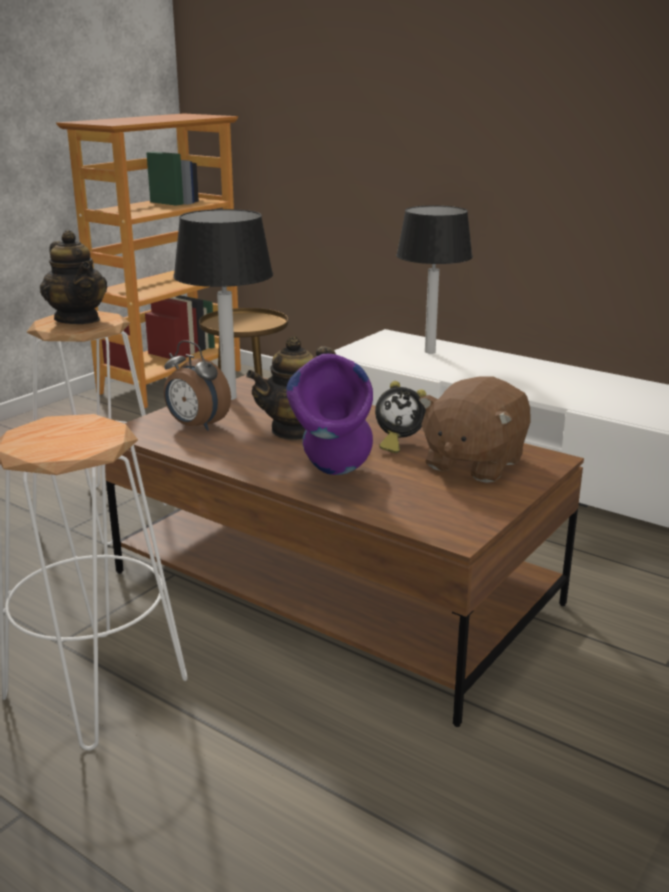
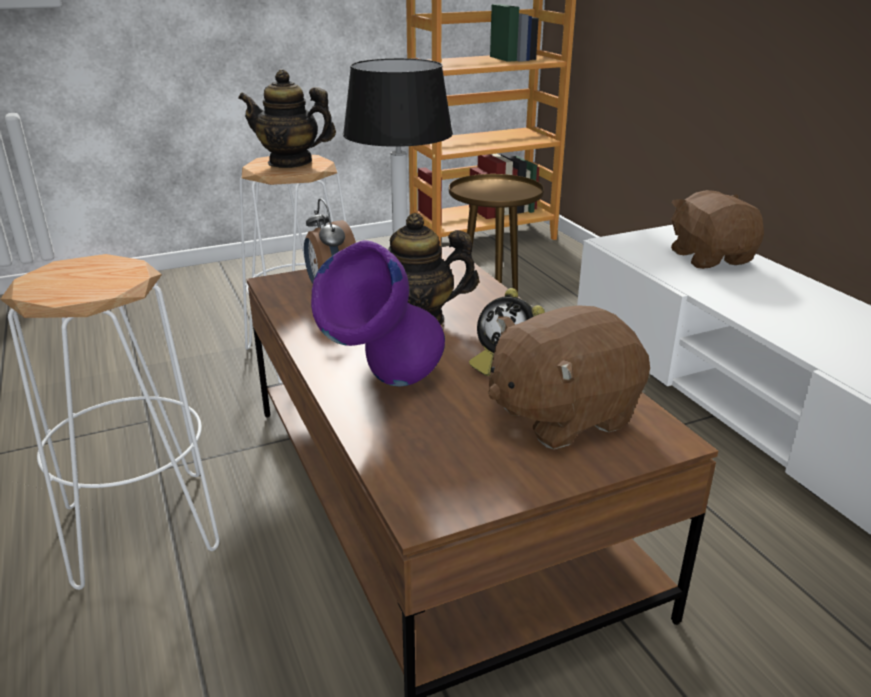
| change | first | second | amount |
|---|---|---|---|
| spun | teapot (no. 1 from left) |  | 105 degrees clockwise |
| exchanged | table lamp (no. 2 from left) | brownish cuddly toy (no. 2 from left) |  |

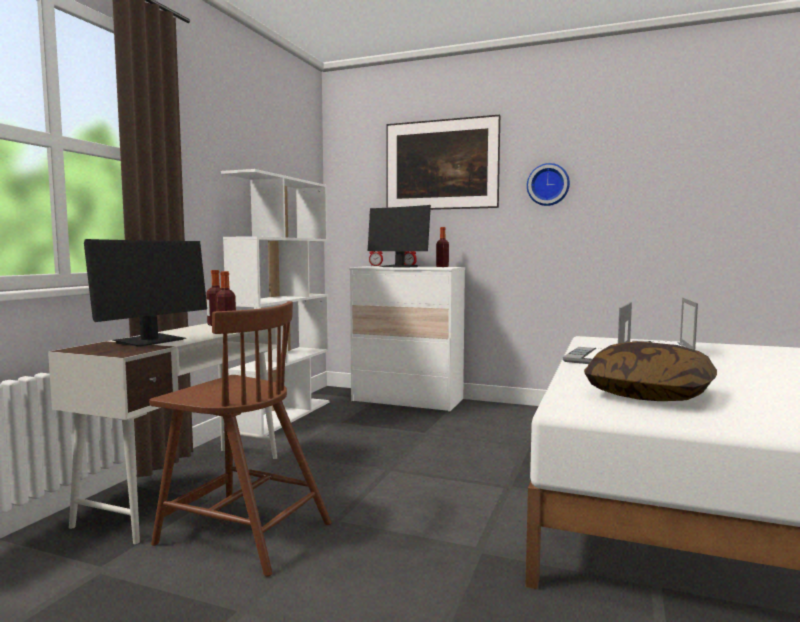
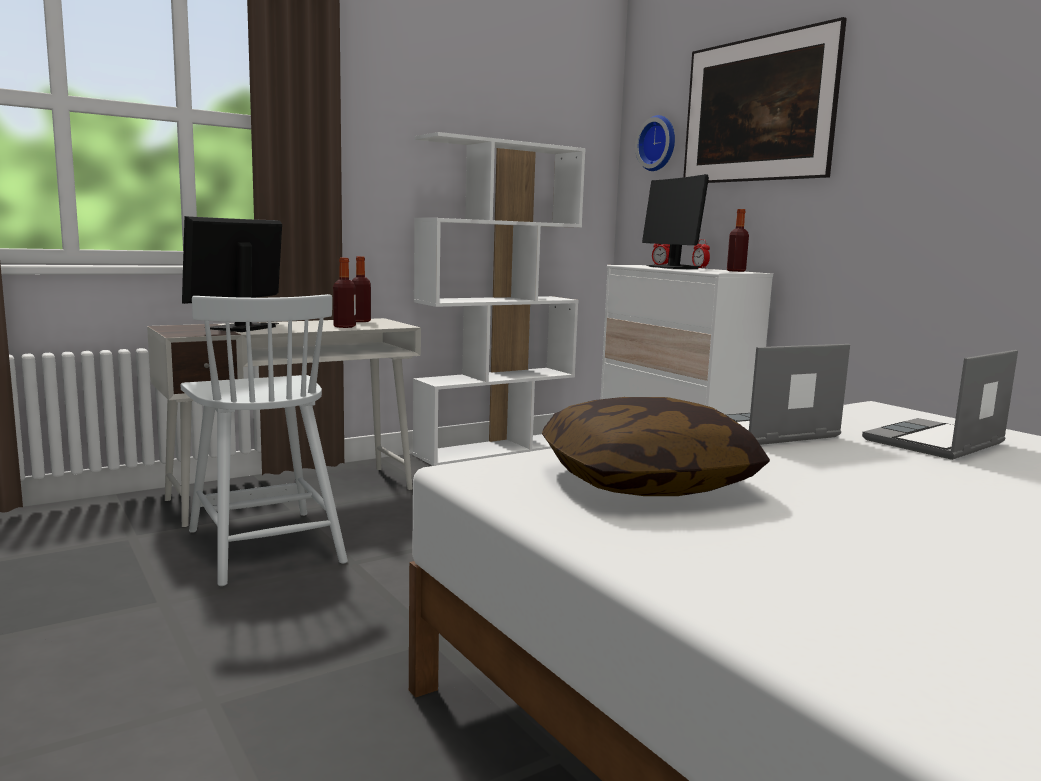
| change | first | second | amount |
|---|---|---|---|
| colour | brownish upright chair | whitish upright chair |  |
| spun | computer screen (no. 1 from left) |  | 135 degrees clockwise |
| relocated | wall clock |  |  |

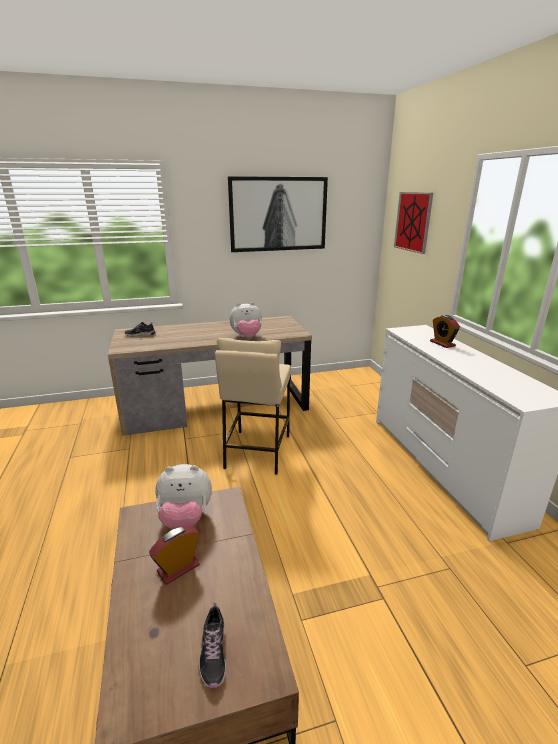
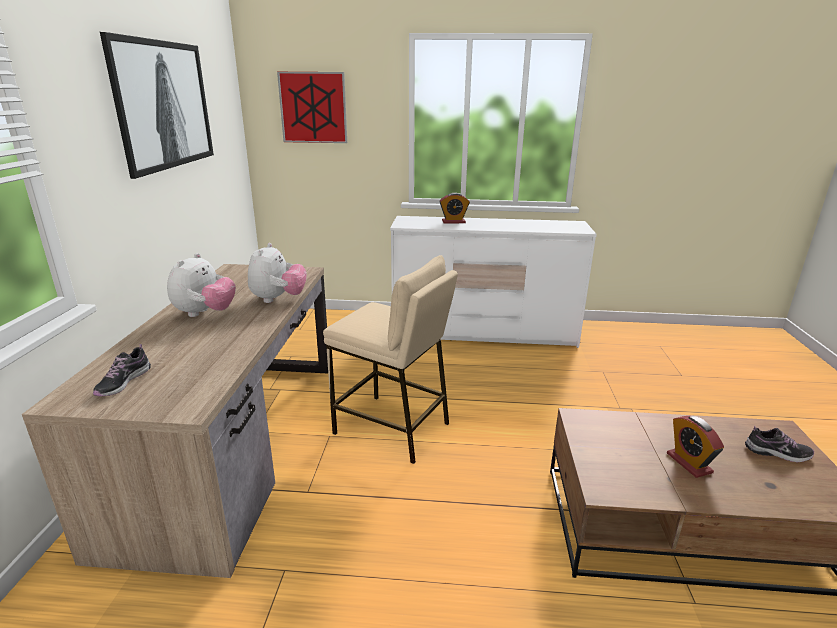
| change | first | second | amount |
|---|---|---|---|
| relocated | cuddly toy (no. 1 from left) |  |  |

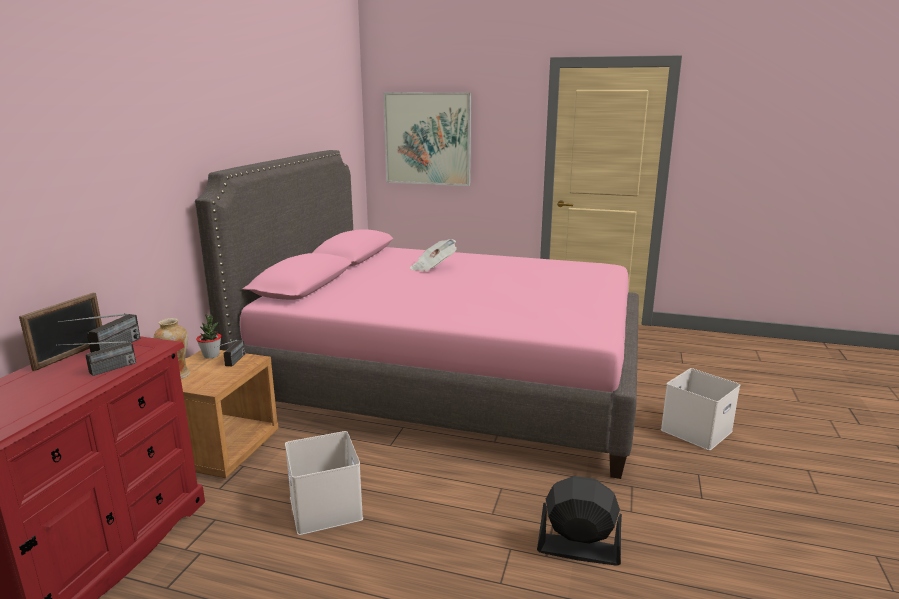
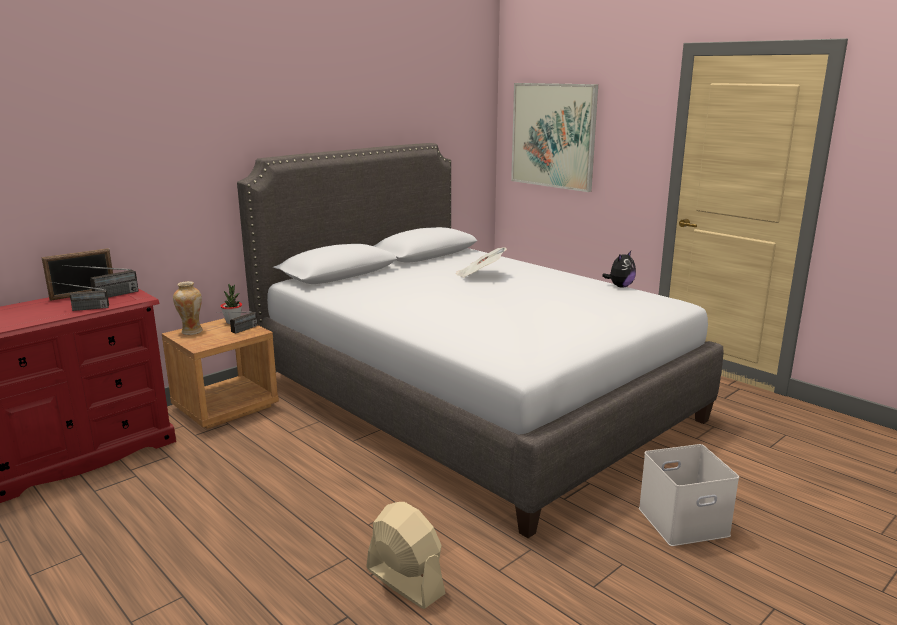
| change | first | second | amount |
|---|---|---|---|
| colour | pink-coloured bed | greyish bed |  |
| colour | black-coloured electric fan | beige electric fan |  |
| appeared |  | cuddly toy |  |
| missing | whitish storage box (no. 1 from left) |  |  |

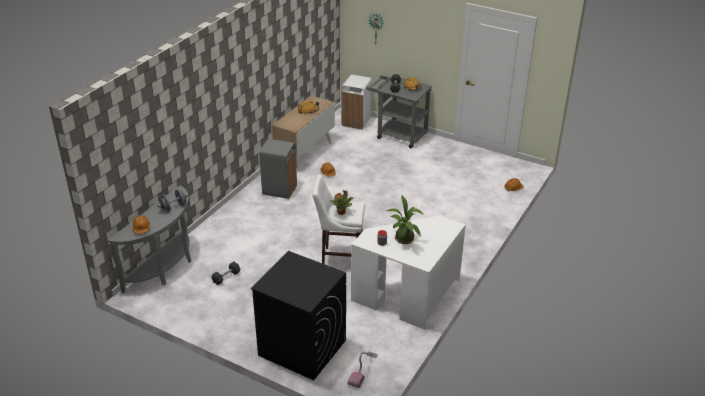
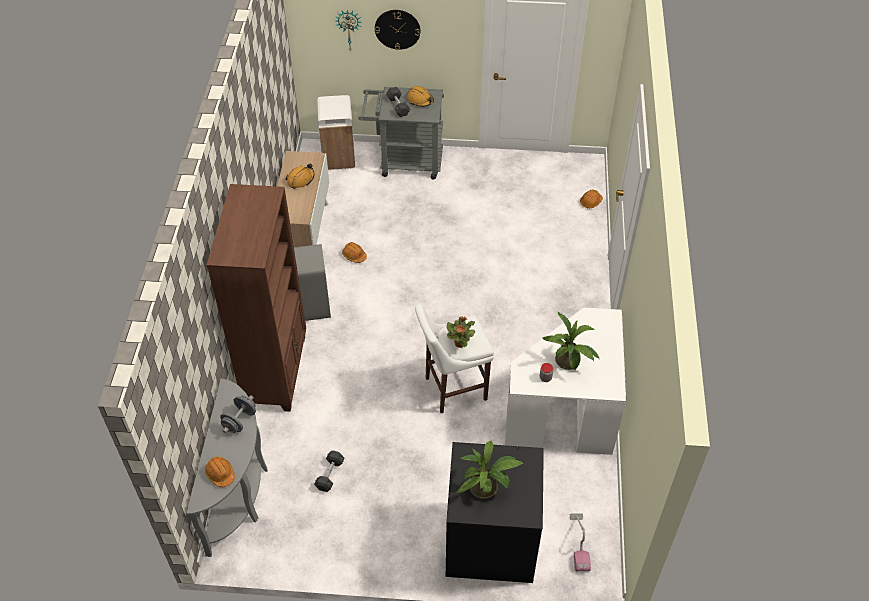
| change | first | second | amount |
|---|---|---|---|
| appeared |  | brownish bookcase |  |
| appeared |  | wall clock (no. 2 from left) |  |
| appeared |  | potted plant (no. 2 from left) |  |

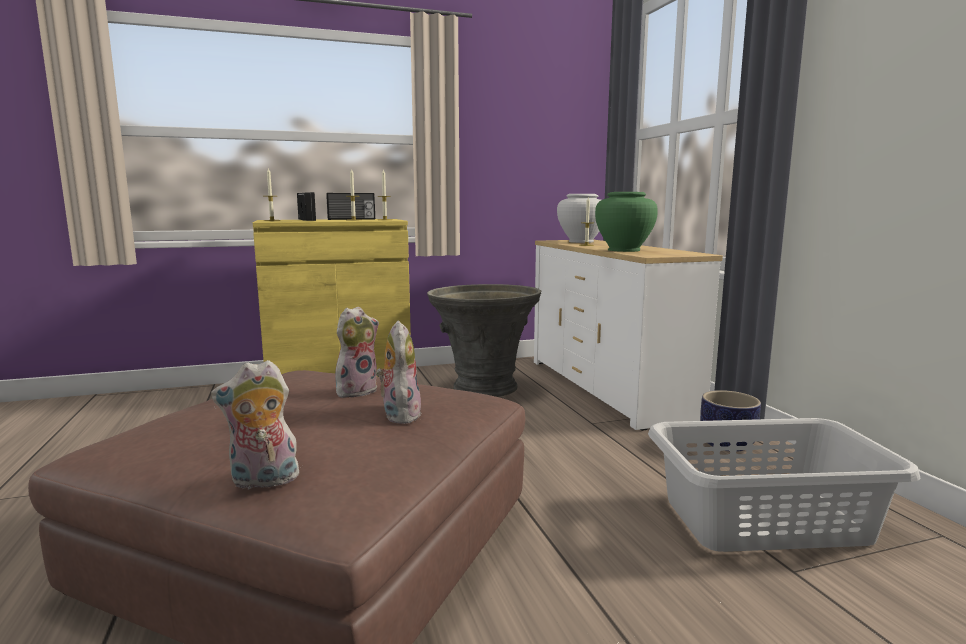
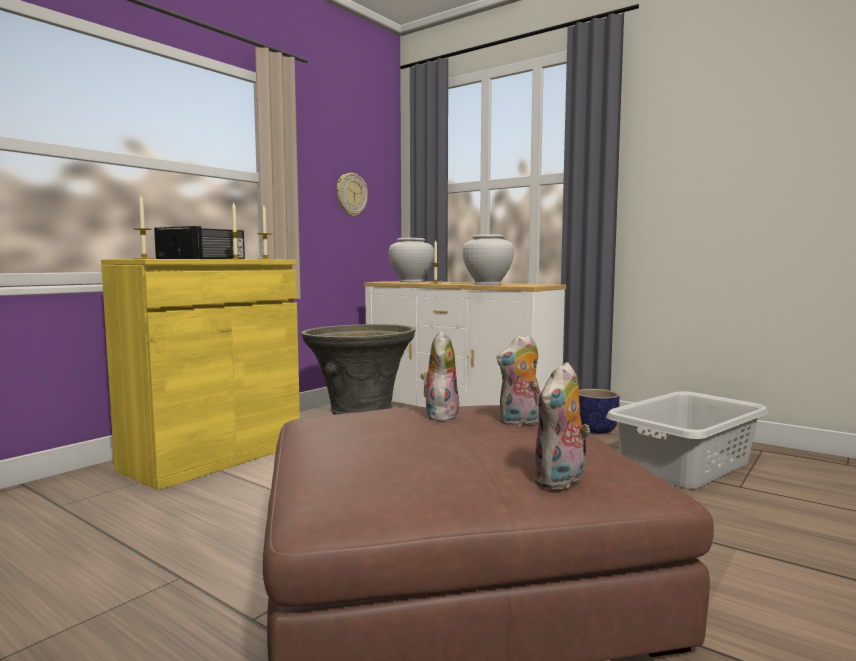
| change | first | second | amount |
|---|---|---|---|
| appeared |  | wall clock |  |
| colour | greenish flower vase | whitish flower vase (no. 2 from left) |  |
| spun | cuddly toy (no. 3 from left in the first image) | cuddly toy (no. 2 from left) | 75 degrees counterclockwise |

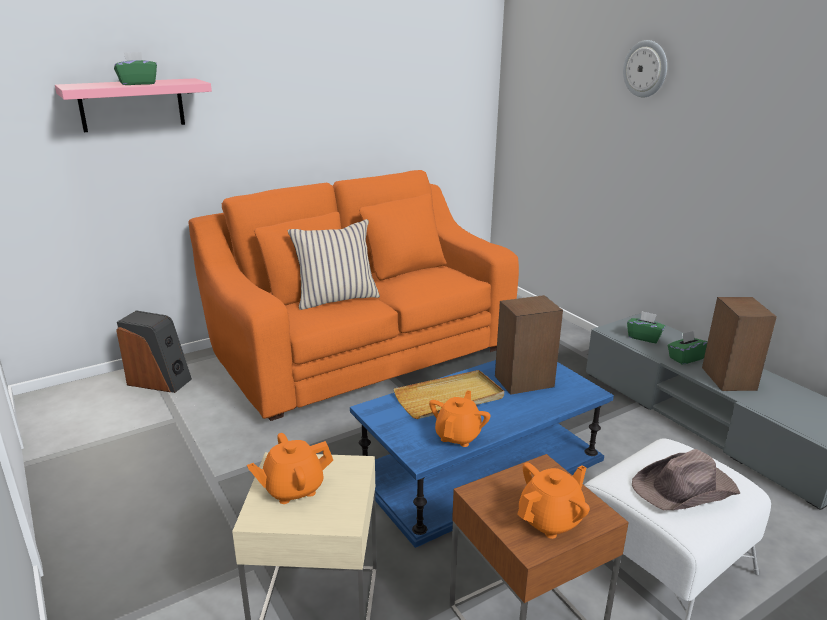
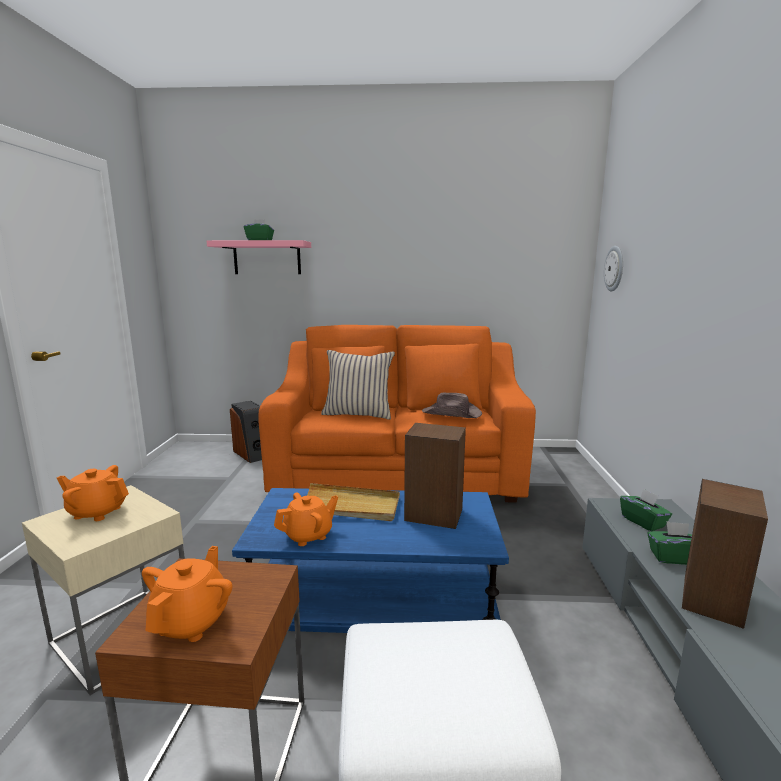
| change | first | second | amount |
|---|---|---|---|
| spun | orange teapot (no. 3 from left in the first image) | orange teapot (no. 2 from left) | 75 degrees counterclockwise |
| relocated | brownish wearable hat |  |  |
| relocated | wall clock |  |  |

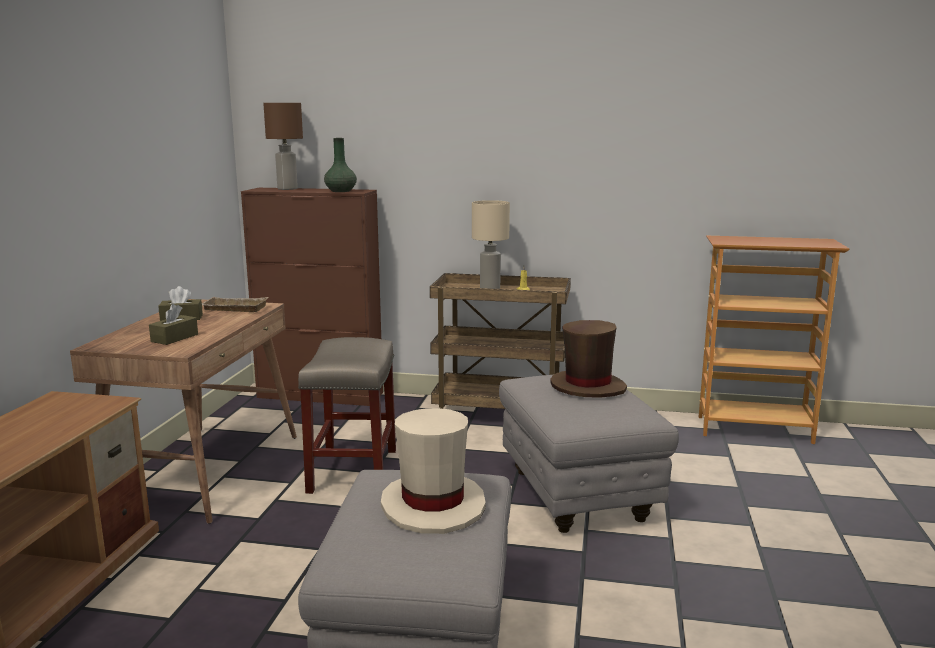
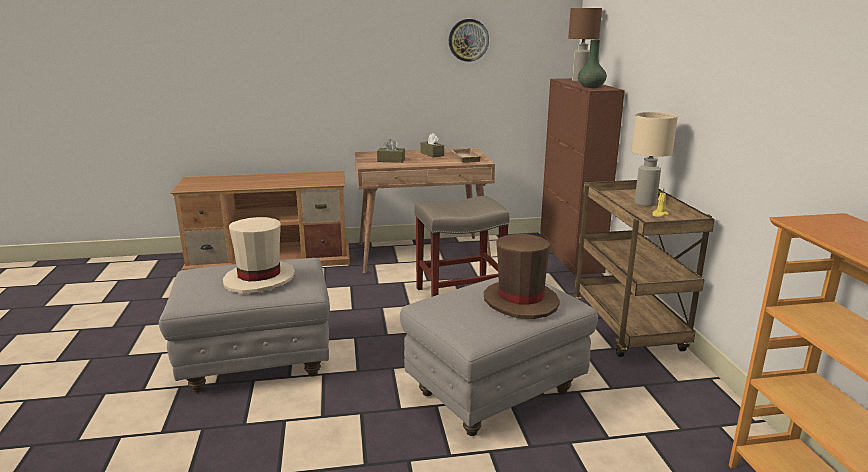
| change | first | second | amount |
|---|---|---|---|
| appeared |  | wall clock |  |

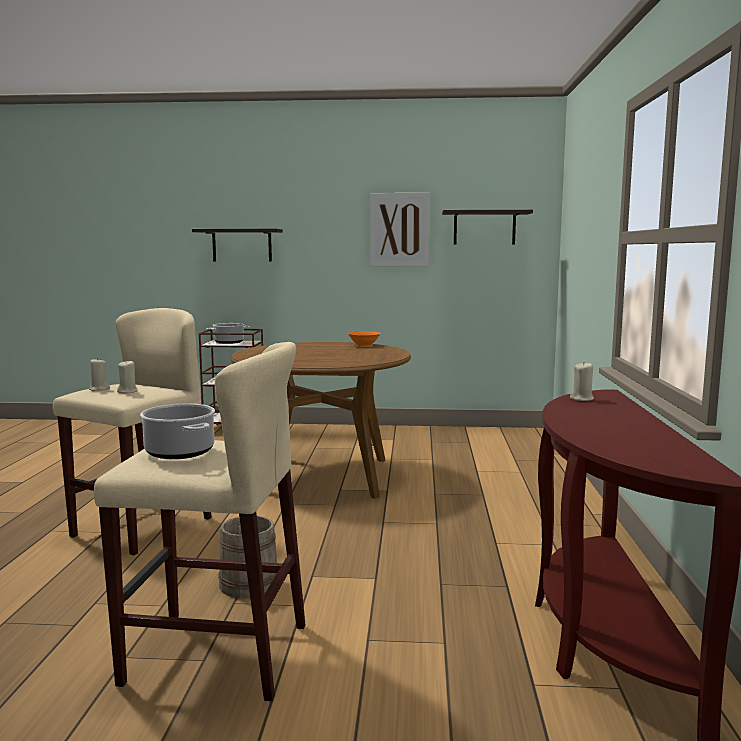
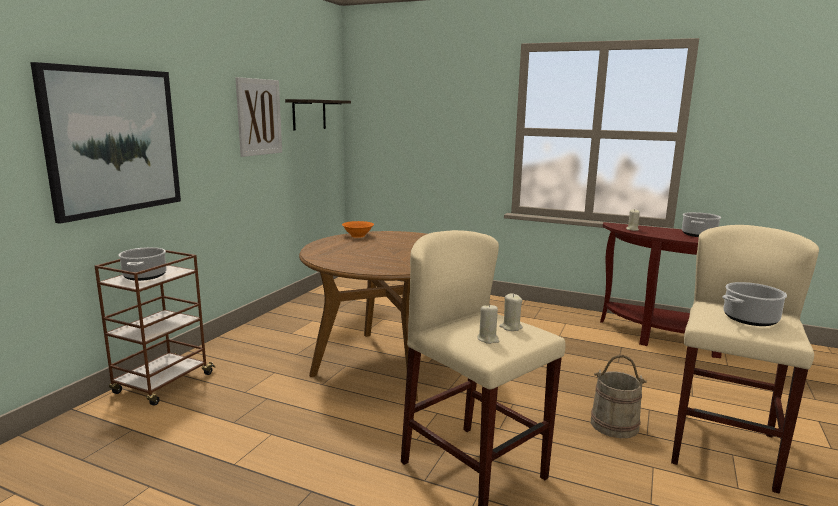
| change | first | second | amount |
|---|---|---|---|
| exchanged | wall shelf (no. 1 from left) | picture (no. 1 from left) |  |
| appeared |  | stockpot (no. 2 from left) |  |

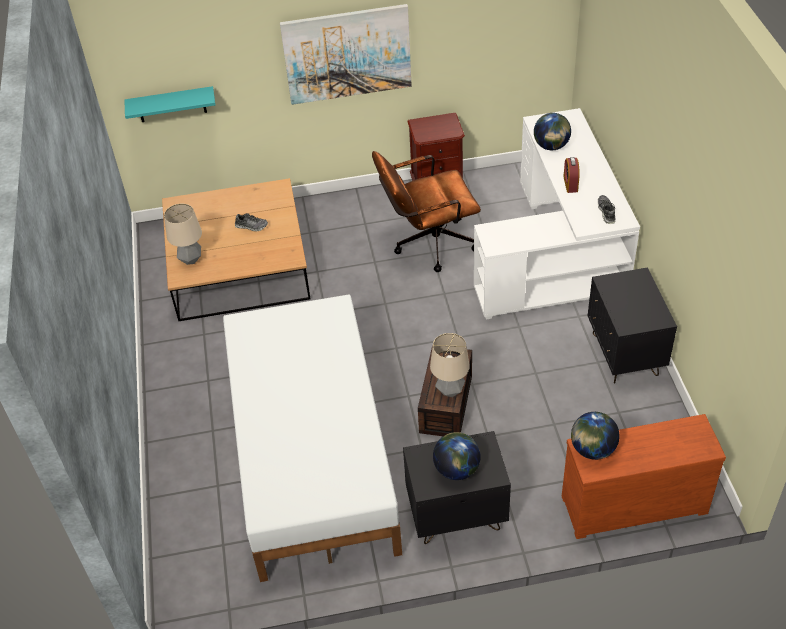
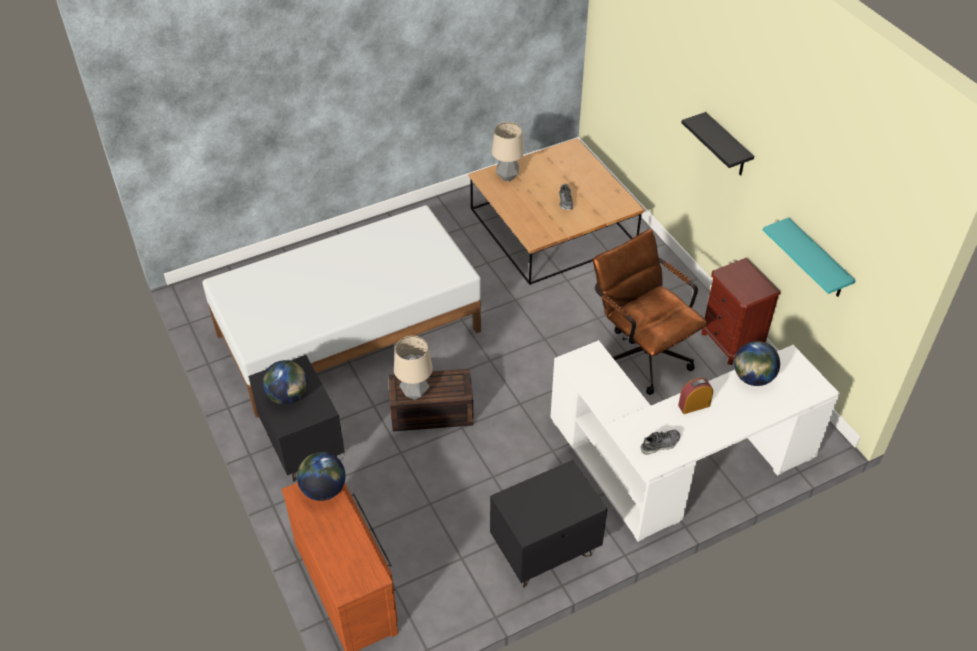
| change | first | second | amount |
|---|---|---|---|
| exchanged | picture | black-coloured wall shelf |  |
| relocated | turquoise wall shelf |  |  |

